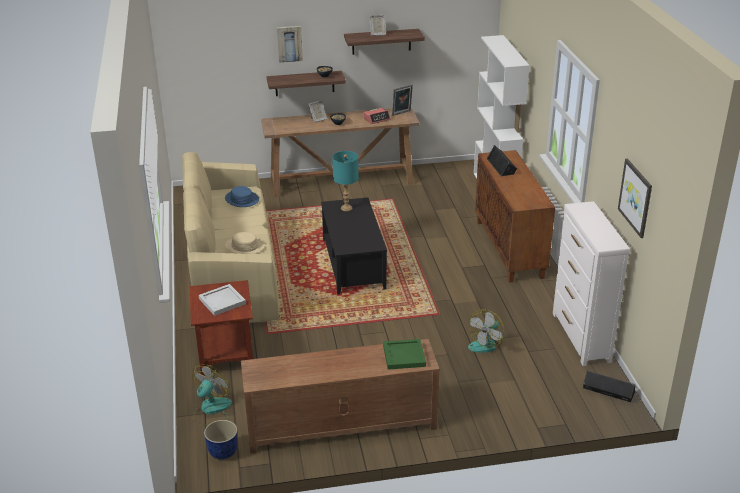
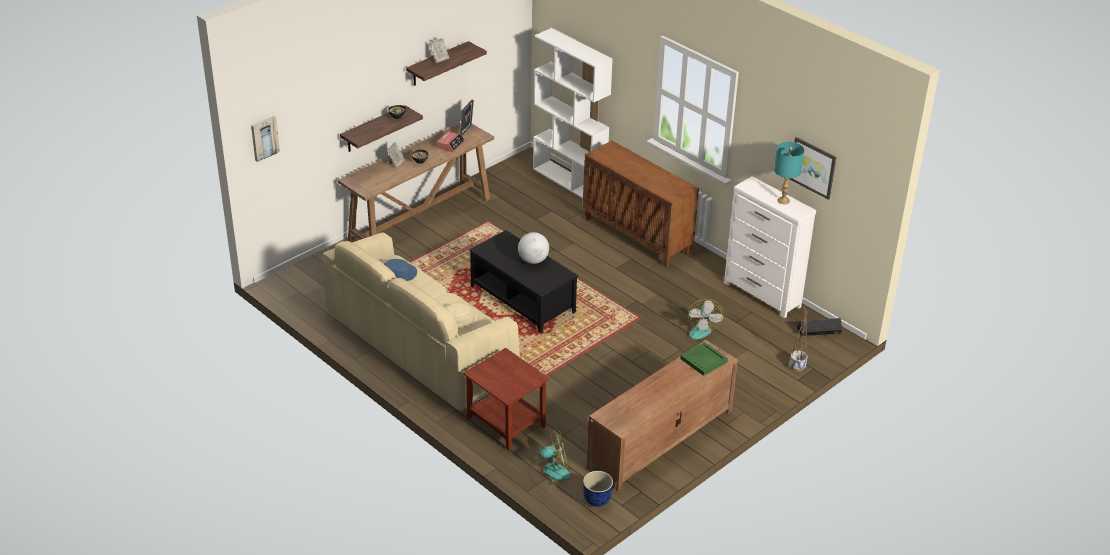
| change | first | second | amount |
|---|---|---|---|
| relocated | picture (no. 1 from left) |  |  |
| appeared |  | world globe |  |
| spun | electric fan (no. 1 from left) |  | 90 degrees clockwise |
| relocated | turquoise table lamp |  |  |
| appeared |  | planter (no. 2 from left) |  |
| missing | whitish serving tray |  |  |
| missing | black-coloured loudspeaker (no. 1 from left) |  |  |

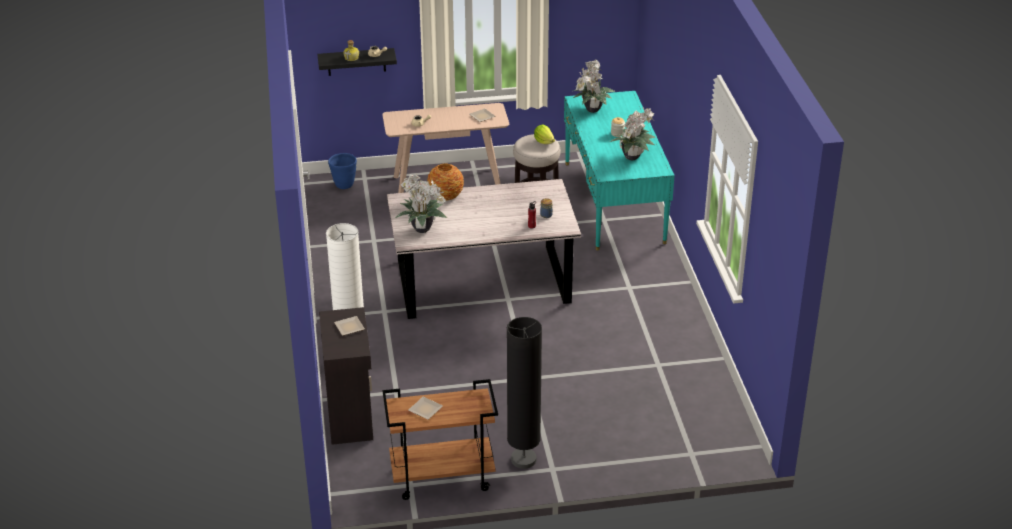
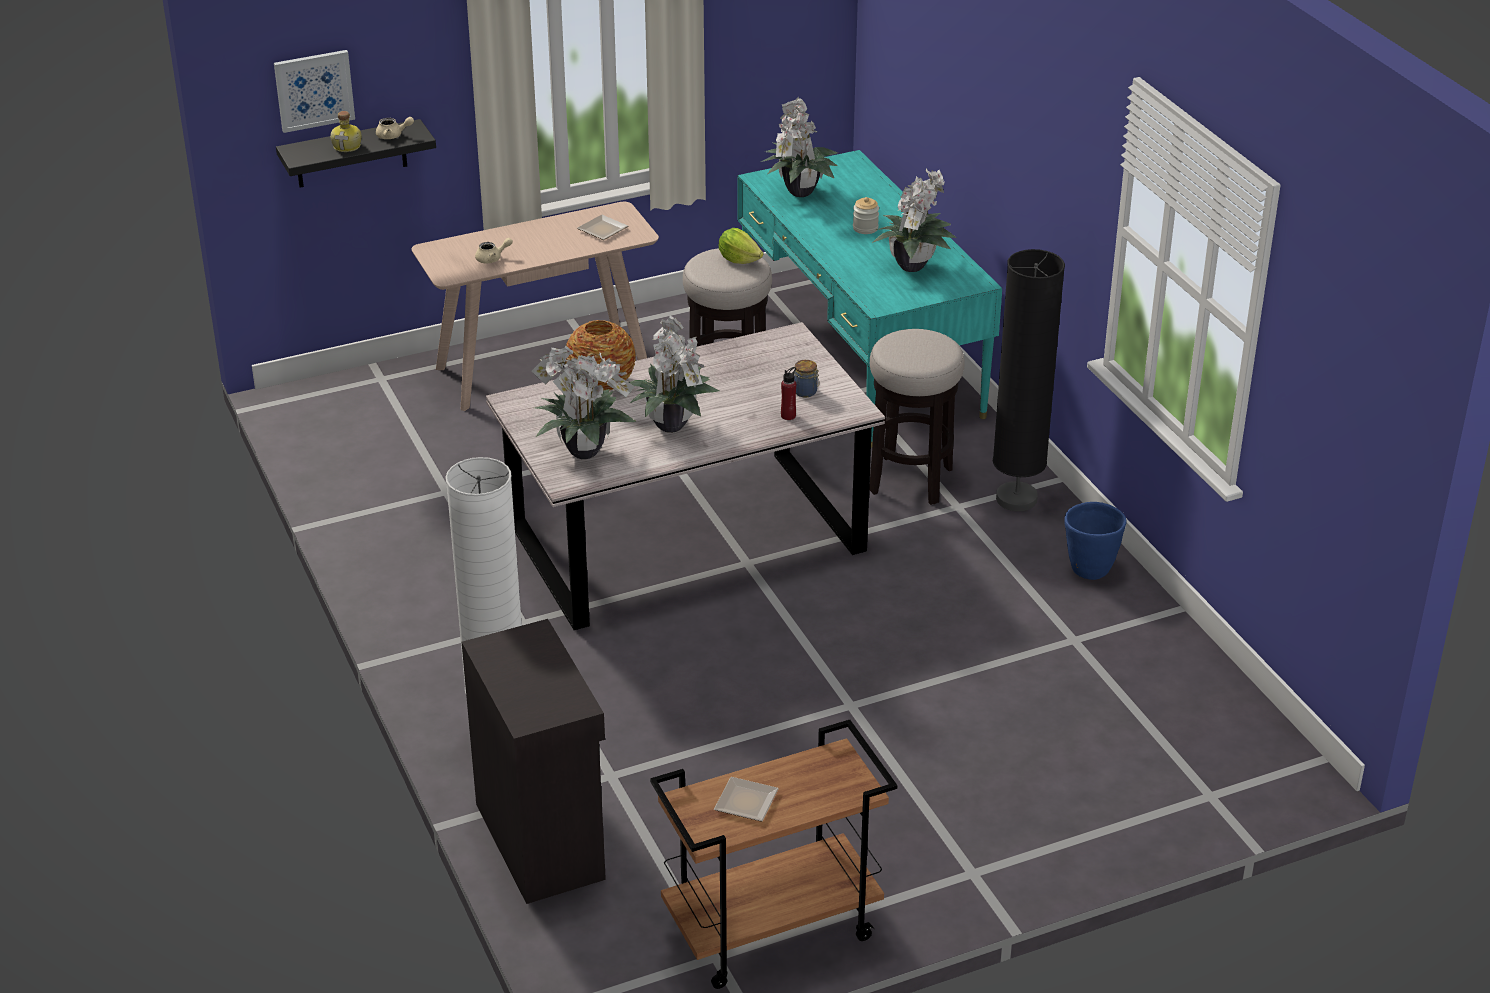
| change | first | second | amount |
|---|---|---|---|
| appeared |  | picture |  |
| appeared |  | potted plant (no. 2 from left) |  |
| appeared |  | sitting stool (no. 2 from left) |  |
| relocated | black-coloured standard lamp |  |  |
| relocated | bluish planter |  |  |
| missing | plate (no. 1 from left) |  |  |

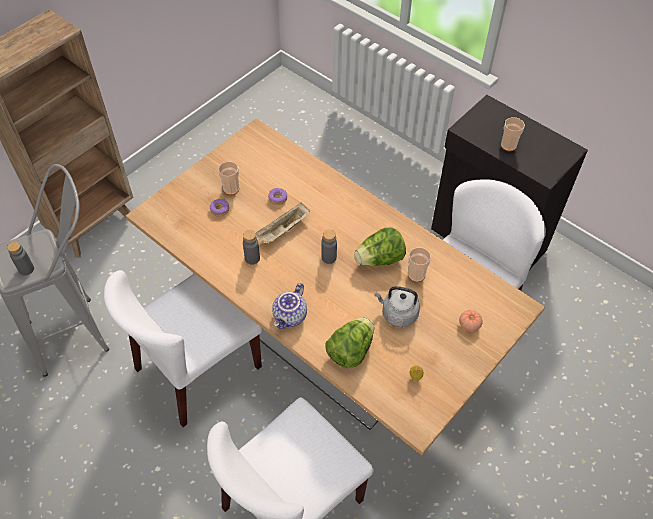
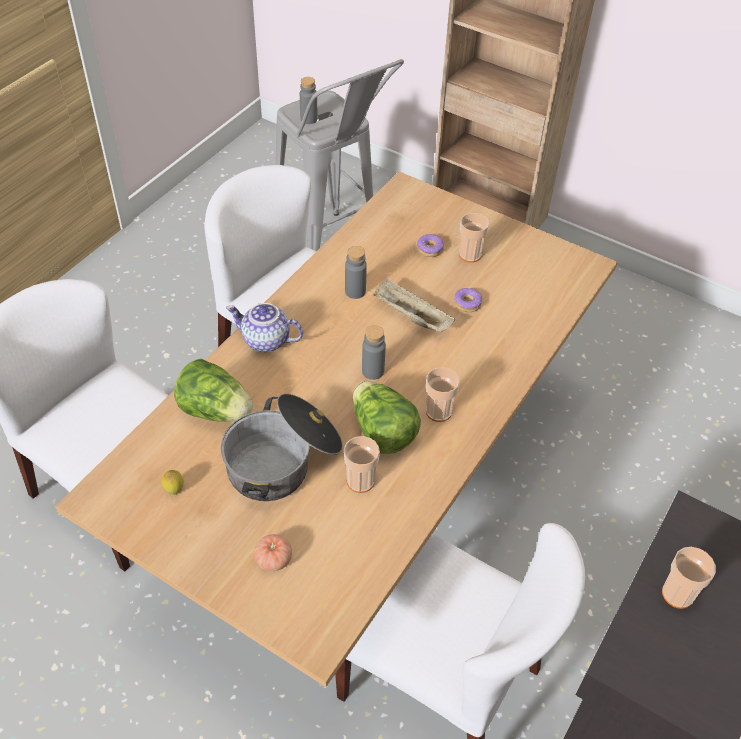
| change | first | second | amount |
|---|---|---|---|
| exchanged | greyish water kettle | stockpot |  |
| appeared |  | small cup (no. 2 from left) |  |

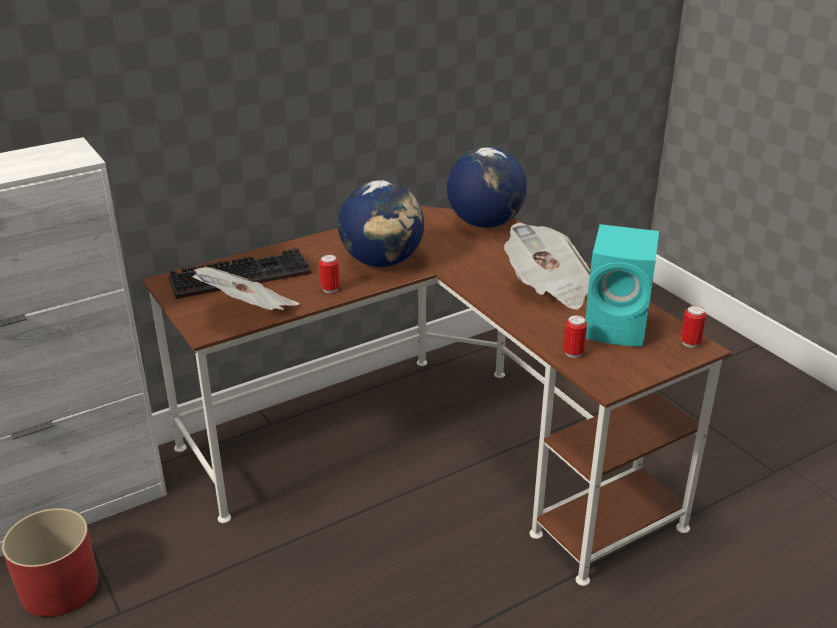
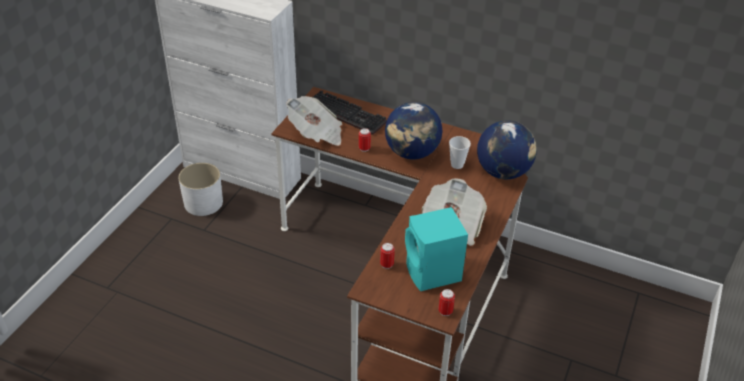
| change | first | second | amount |
|---|---|---|---|
| colour | reddish planter | whitish planter |  |
| appeared |  | small cup |  |

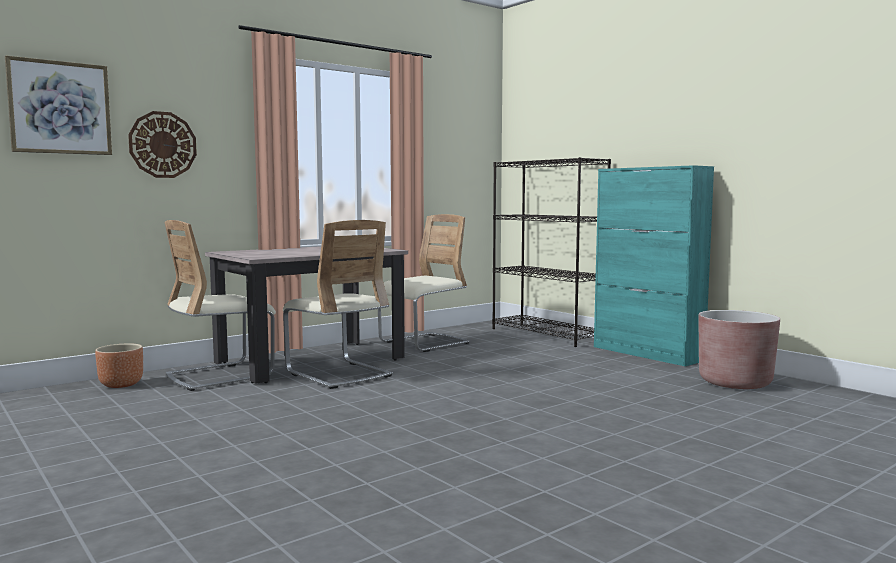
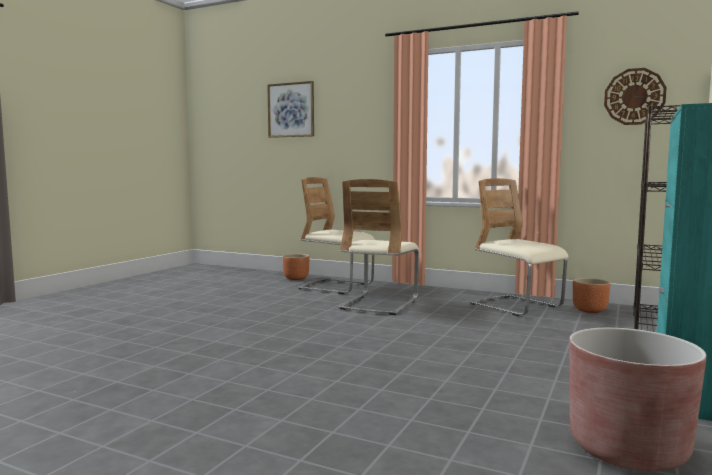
| change | first | second | amount |
|---|---|---|---|
| spun | beige upright chair (no. 3 from left) |  | 150 degrees counterclockwise |
| appeared |  | brownish planter (no. 2 from left) |  |
| relocated | wall clock |  |  |
| missing | beige dinner table |  |  |

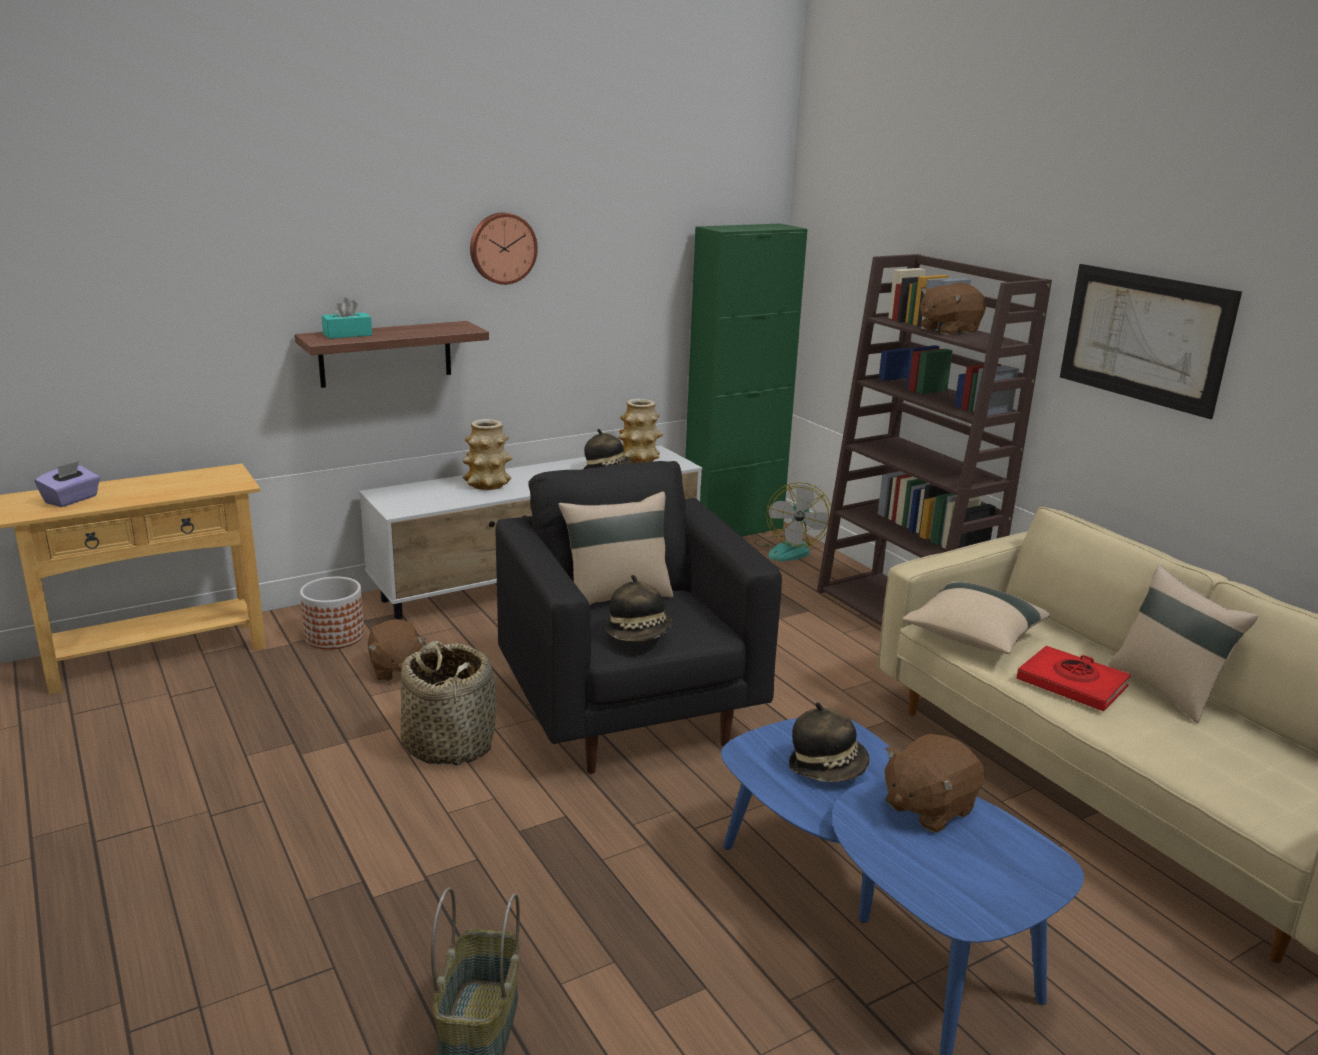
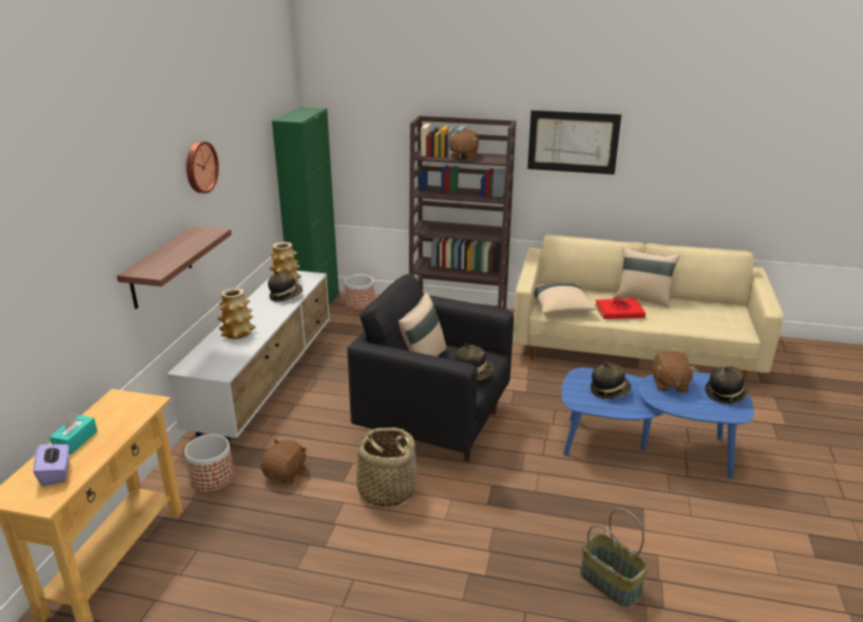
| change | first | second | amount |
|---|---|---|---|
| relocated | turquoise tissue holder |  |  |
| spun | brownish cuddly toy (no. 1 from left) |  | 90 degrees counterclockwise |
| exchanged | electric fan | planter (no. 2 from left) |  |
| appeared |  | wearable hat (no. 4 from left) |  |

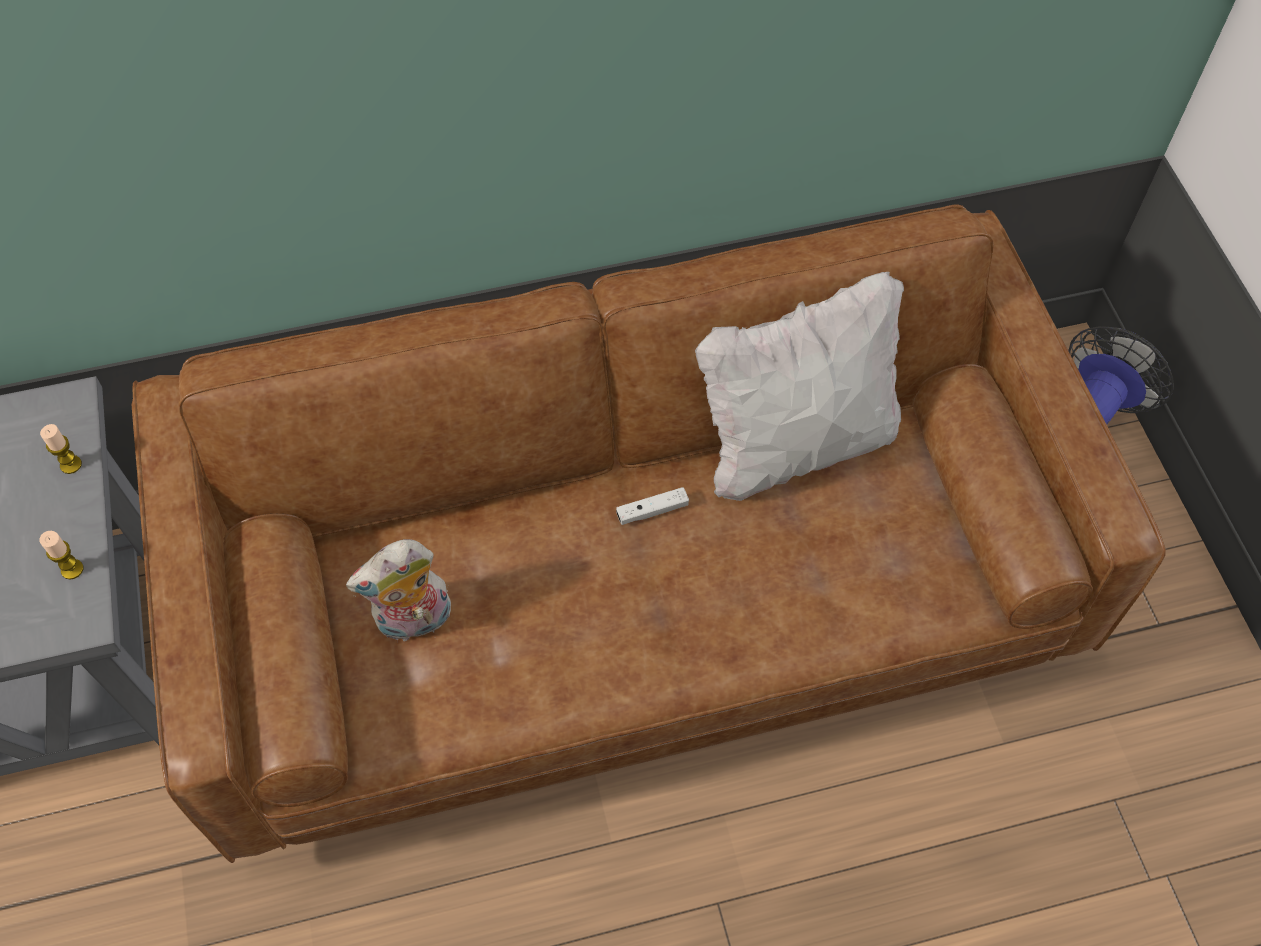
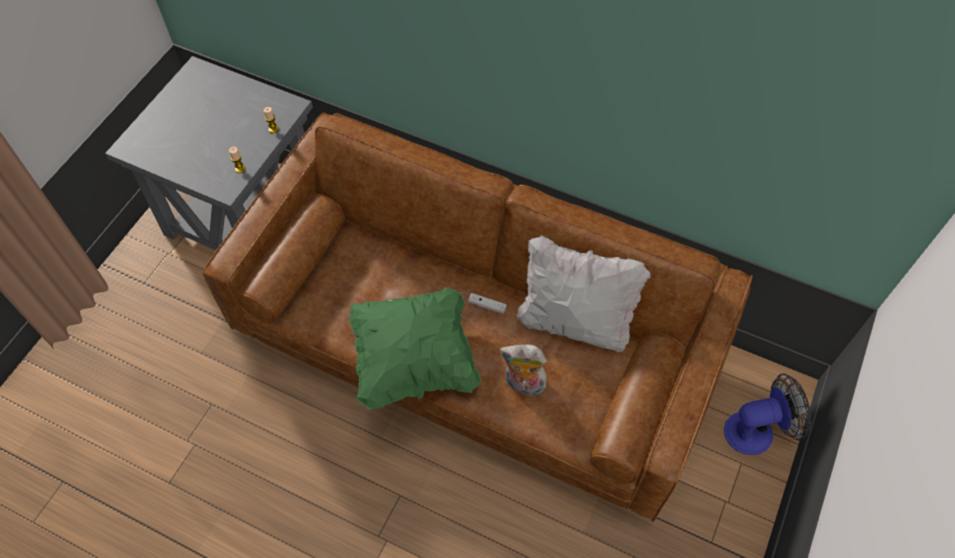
| change | first | second | amount |
|---|---|---|---|
| appeared |  | greenish throw pillow |  |
| relocated | cuddly toy |  |  |

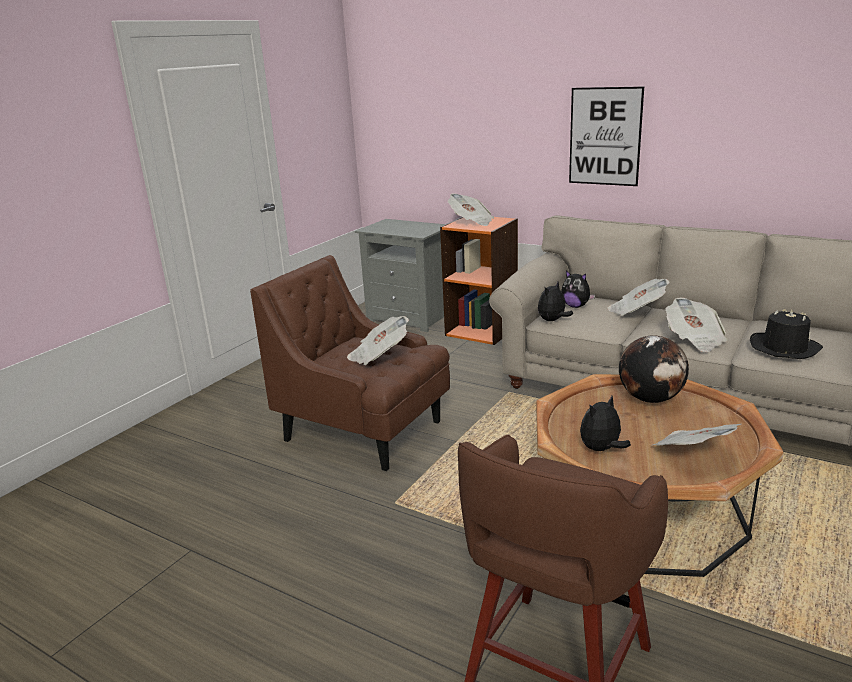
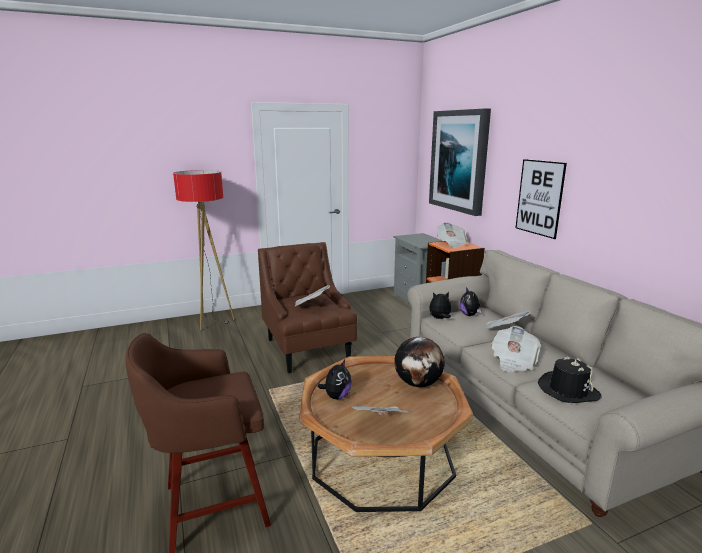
| change | first | second | amount |
|---|---|---|---|
| appeared |  | standard lamp |  |
| spun | cuddly toy (no. 3 from left in the first image) | cuddly toy (no. 1 from left) | 120 degrees clockwise |
| appeared |  | picture (no. 1 from left) |  |

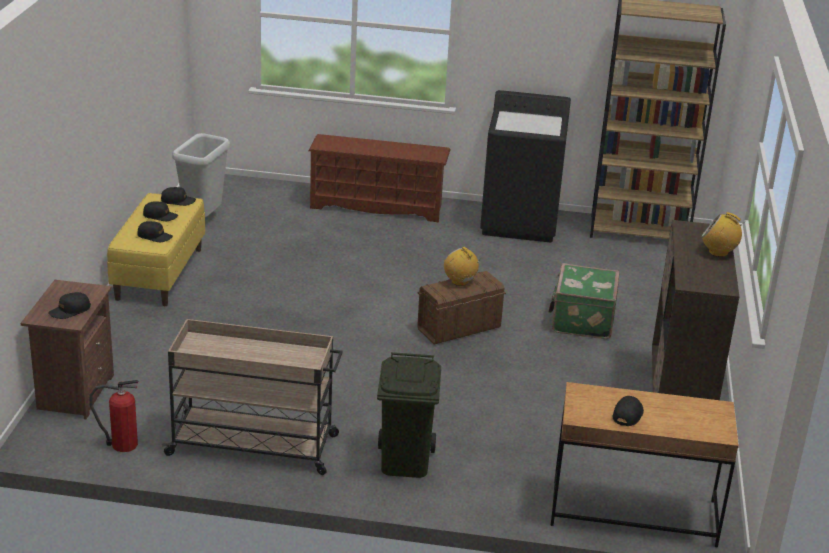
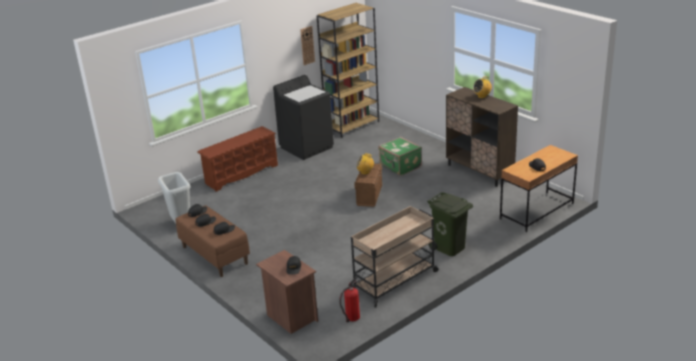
| change | first | second | amount |
|---|---|---|---|
| colour | yellowish indoor bench | brownish indoor bench |  |
| appeared |  | wall clock |  |

